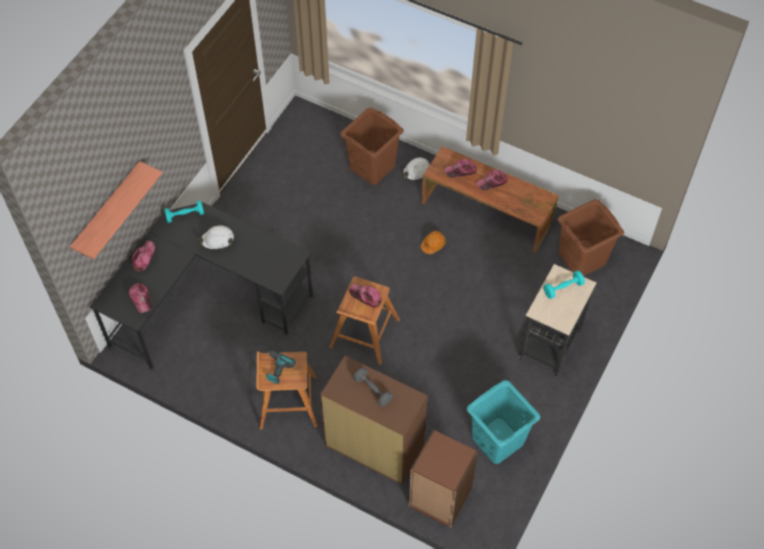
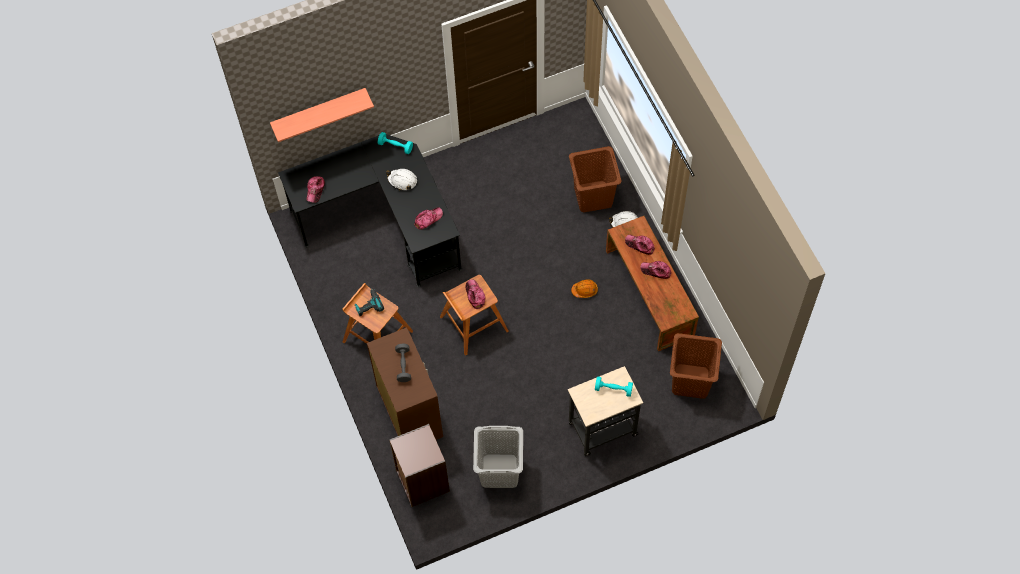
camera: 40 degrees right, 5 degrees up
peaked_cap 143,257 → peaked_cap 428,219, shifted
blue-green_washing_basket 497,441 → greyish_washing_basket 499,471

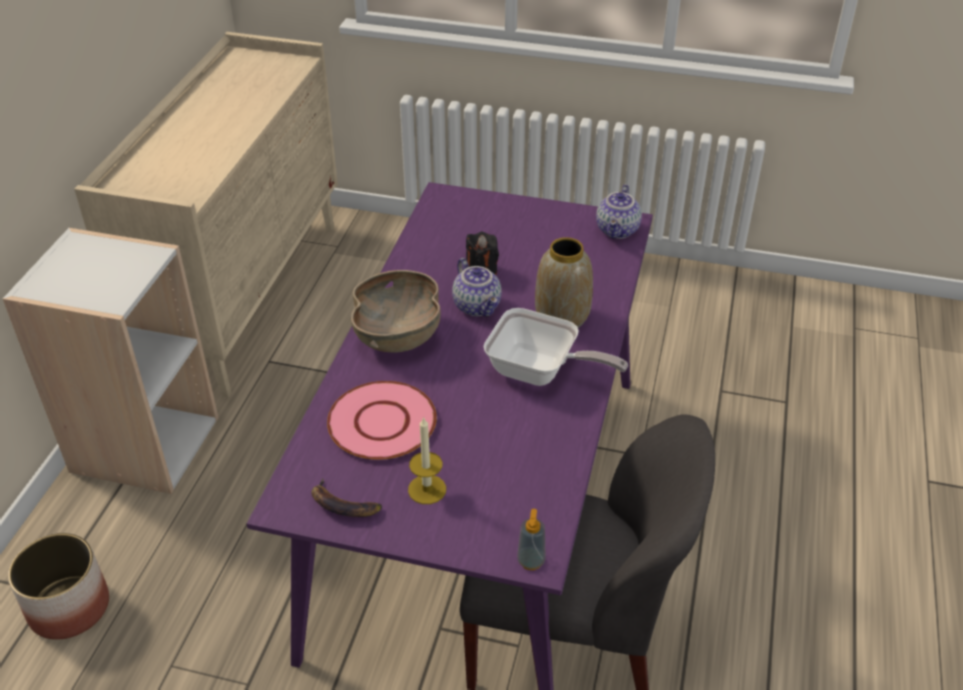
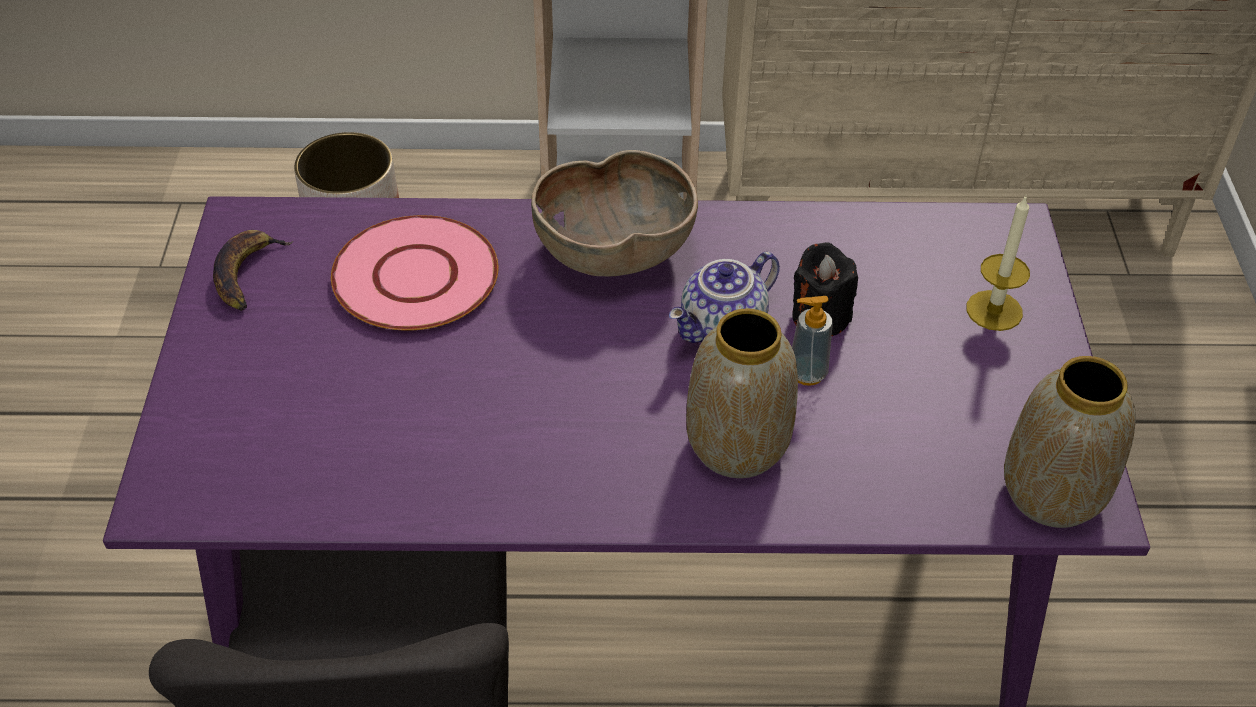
camera: 75 degrees right, 5 degrees up
frying_pan 540,372 → -
wax_candle 427,489 → wax_candle 994,310, shifted
soap_dispenser 531,561 → soap_dispenser 807,373, shifted
tea_pot 618,230 → flower_vase 1053,495

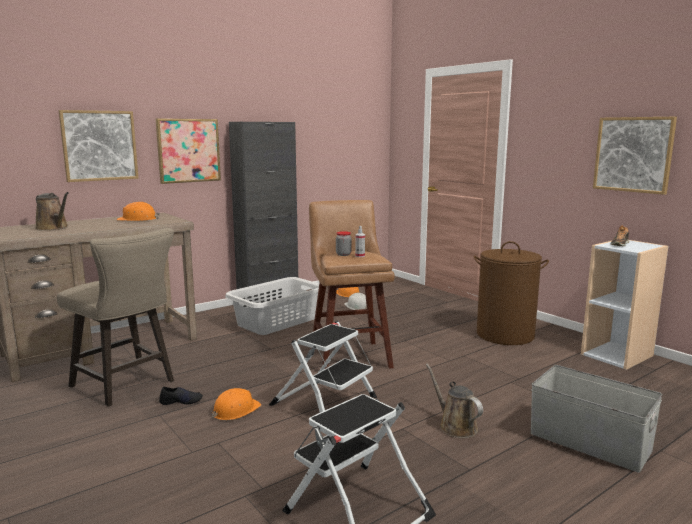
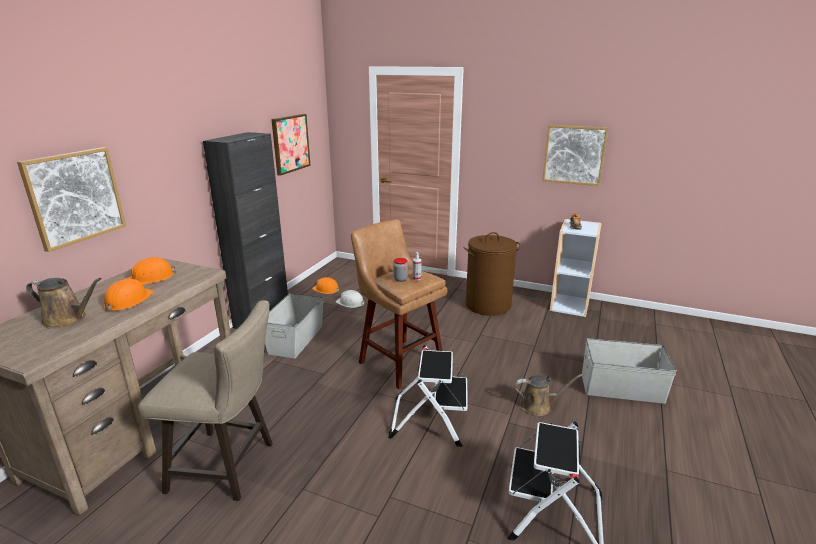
camera: 30 degrees left, 10 degrees up
black_shoe 181,401 → -
wall_picture 188,150 → wall_picture 290,143, shifted
orange_safety_helmet 235,410 → orange_safety_helmet 128,301, shifted
greyish_washing_basket 276,321 → greyish_storage_box 295,339
brown-coloured_watering_can 455,426 → brown-coloured_watering_can 538,406, 150 degrees clockwise

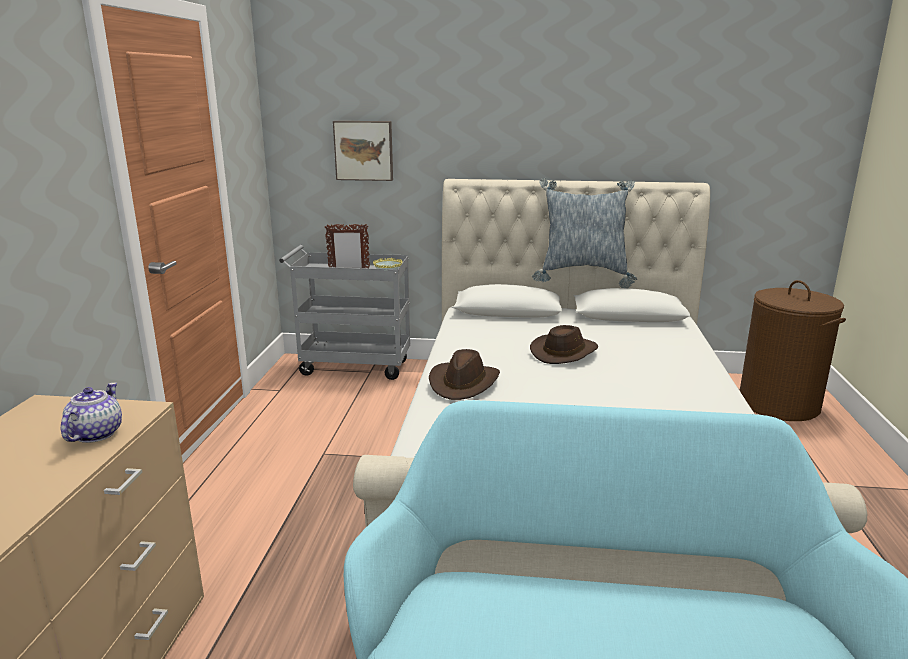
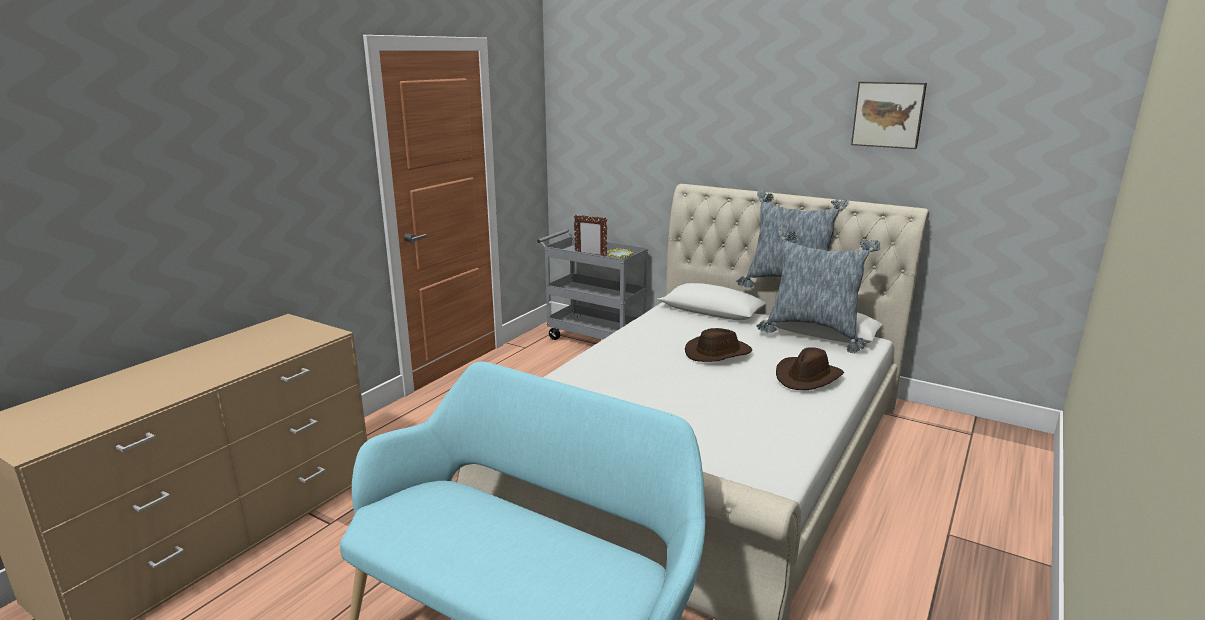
camera: 25 degrees right, 0 degrees up
tea_pot 95,434 → -
brown-coloured_washing_basket 779,404 → -
- → cushion 812,338
wall_picture 364,150 → wall_picture 888,114, shifted
brown-coloured_wearable_hat 464,383 → brown-coloured_wearable_hat 808,377, shifted

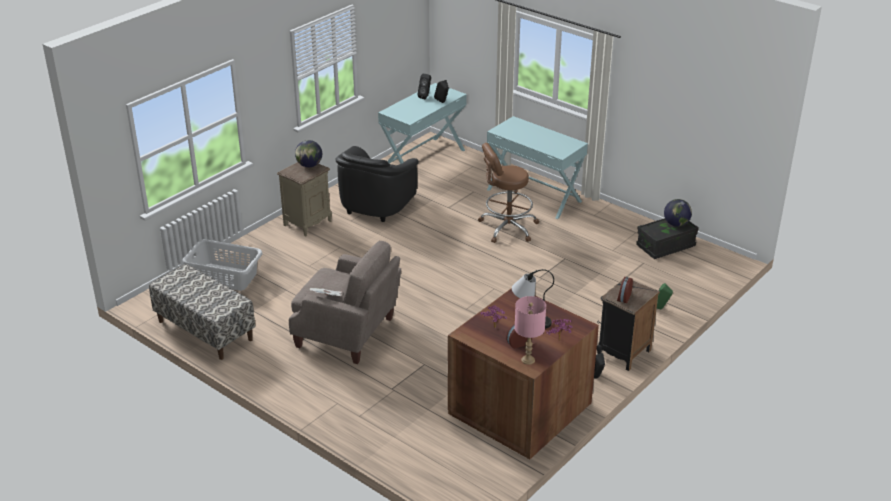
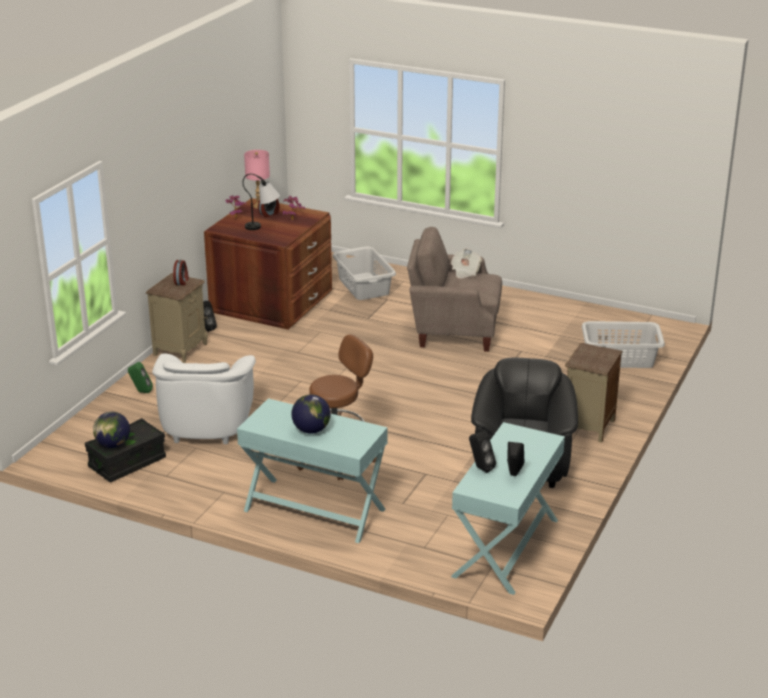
camera: 165 degrees right, 5 degrees down
indoor_bench 205,330 → -
- → white-coloured_armchair 206,424
- → greyish_washing_basket 364,286
world_globe 309,165 → world_globe 311,430, shifted
black_bedside_table 623,352 → sand-coloured_bedside_table 181,349

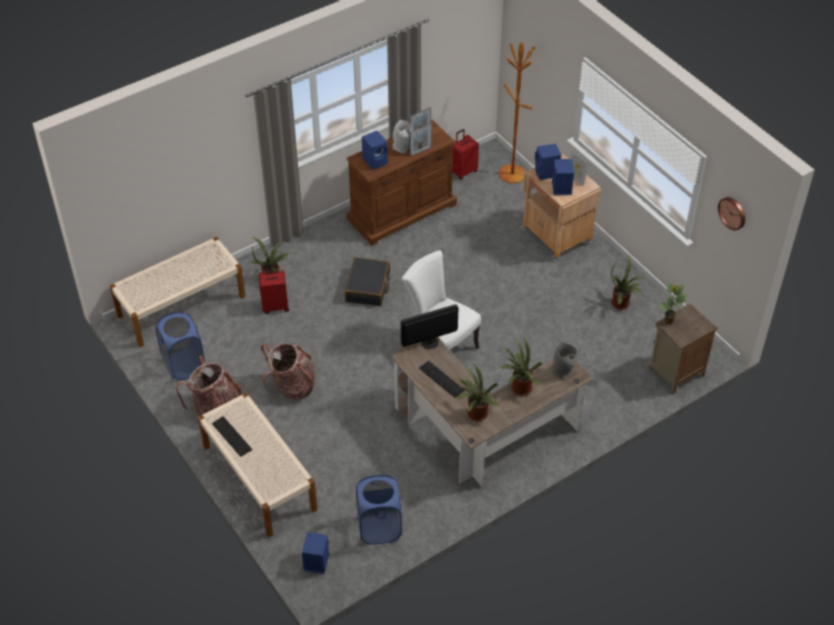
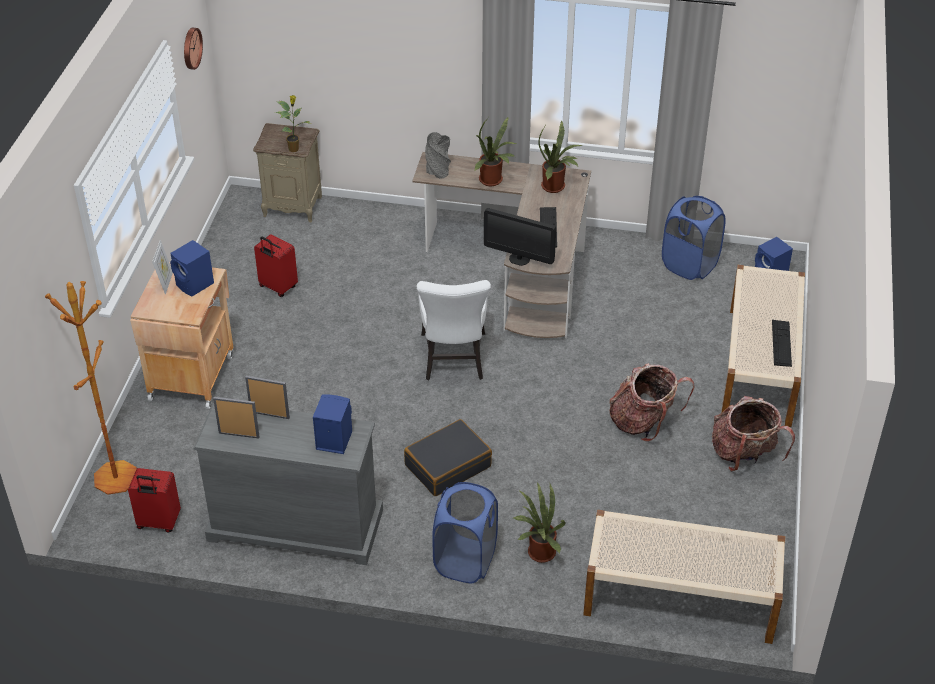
camera: 135 degrees left, 5 degrees down
greyish_flower_vase 402,147 → -
blue-coloured_speaker 546,173 → -
potted_plant 622,304 → -
blue-coloured_washing_basket 184,365 → blue-coloured_washing_basket 465,560, shifted
red_suitcase 275,306 → red_suitcase 277,287, shifted
brown-coloured_dresser 402,211 → greyish_dresser 294,526

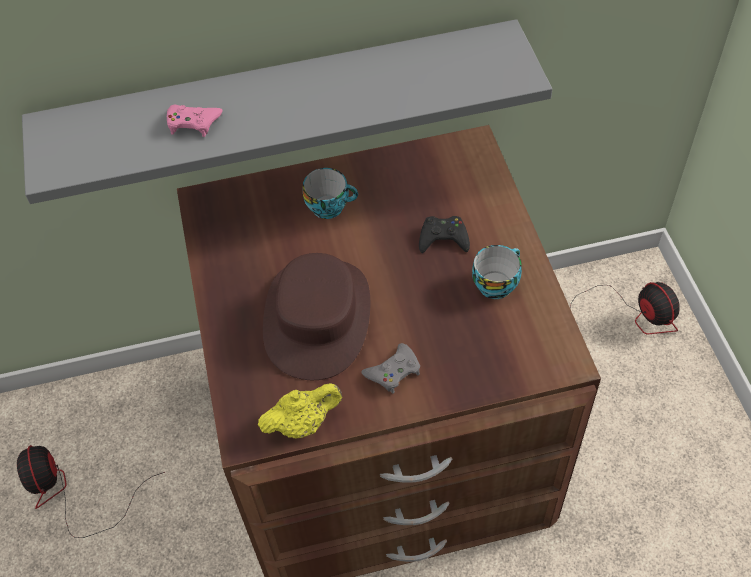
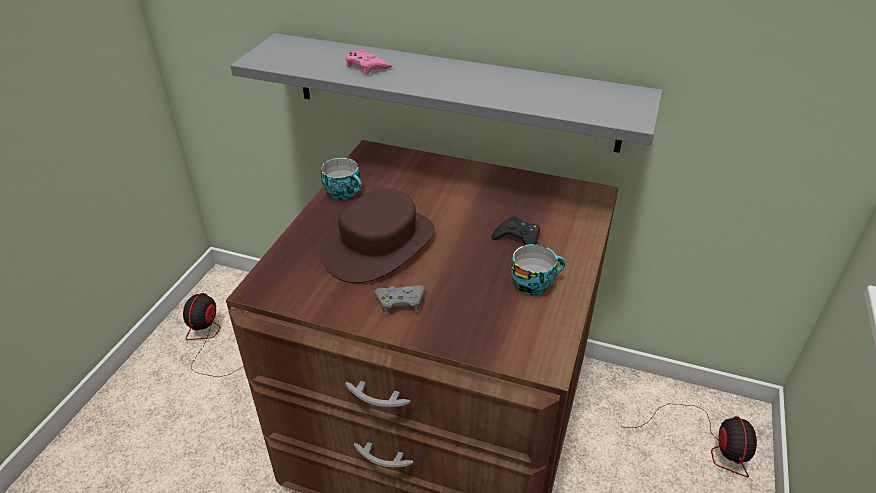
camera: 30 degrees right, 15 degrees down
yellowish_tea_pot 303,423 → -
cup 330,206 → cup 344,192, shifted

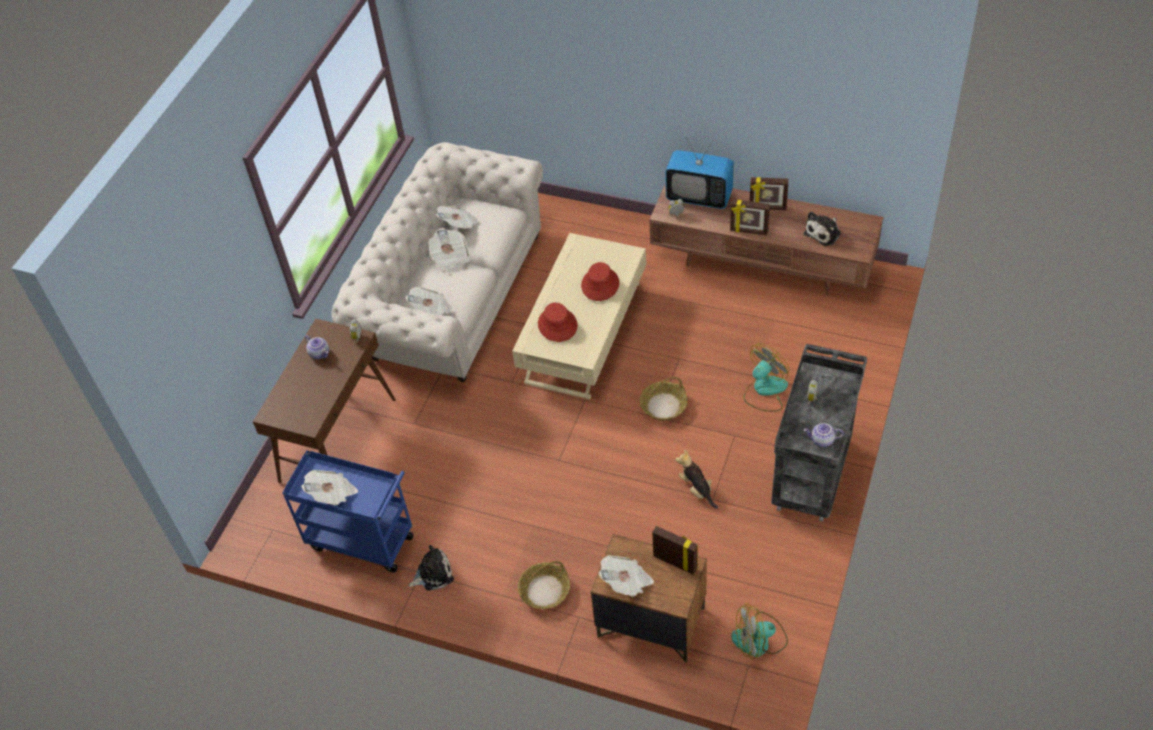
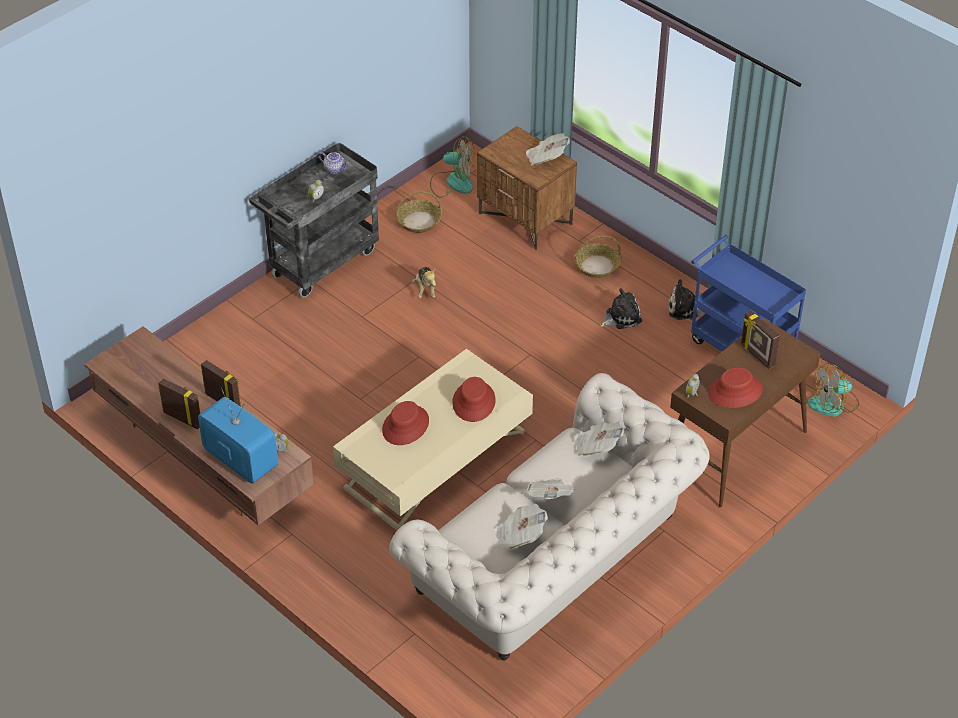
camera: 160 degrees left, 5 degrees down
daily_paper 332,494 → -
storage_basket 663,406 → storage_basket 419,221, shifted
standing_frame 675,562 → standing_frame 757,355, shifted
electric_fan 764,391 → electric_fan 833,404, shifted
soft_toy 824,233 → soft_toy 621,317, shifted
tea_pot 320,353 → red_wearable_hat 735,392

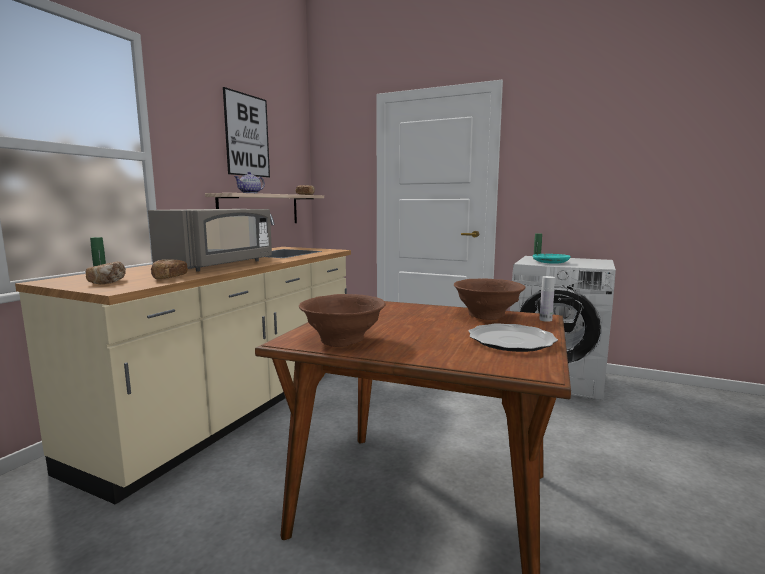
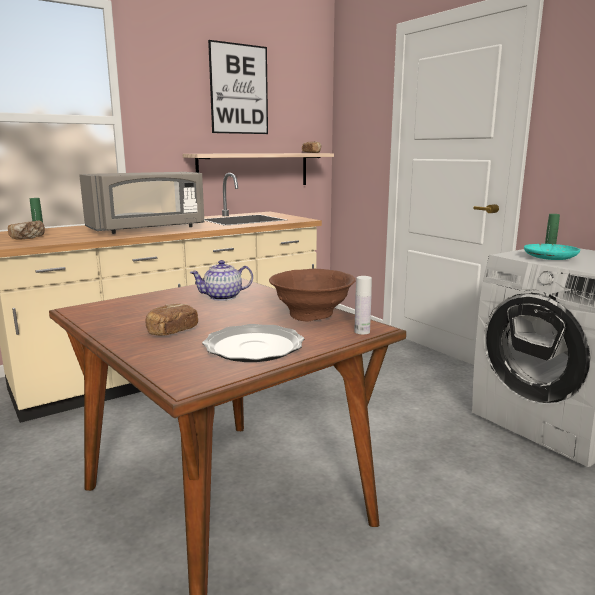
camera: 30 degrees right, 5 degrees up
brown-coloured_bowl 343,340 → -
baked_bread 169,278 → baked_bread 172,331, shifted
tea_pot 250,193 → tea_pot 223,297, shifted

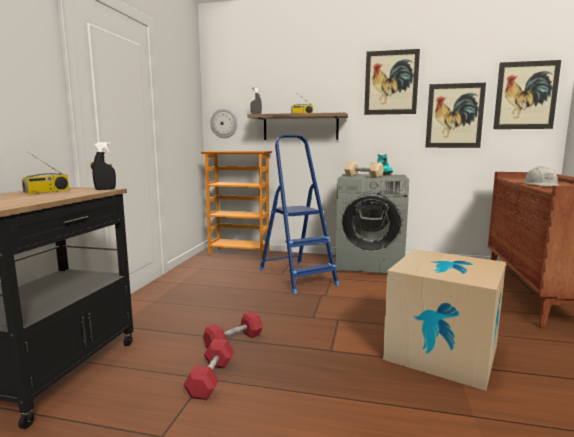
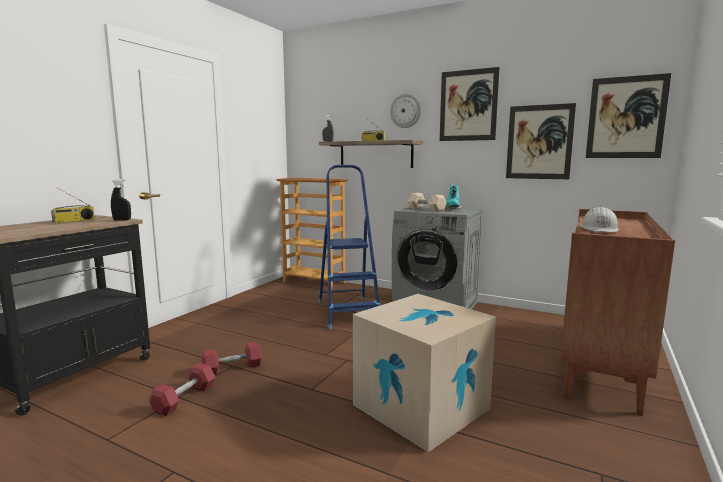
camera: 15 degrees right, 0 degrees up
wall_clock 224,123 → wall_clock 405,111, shifted

